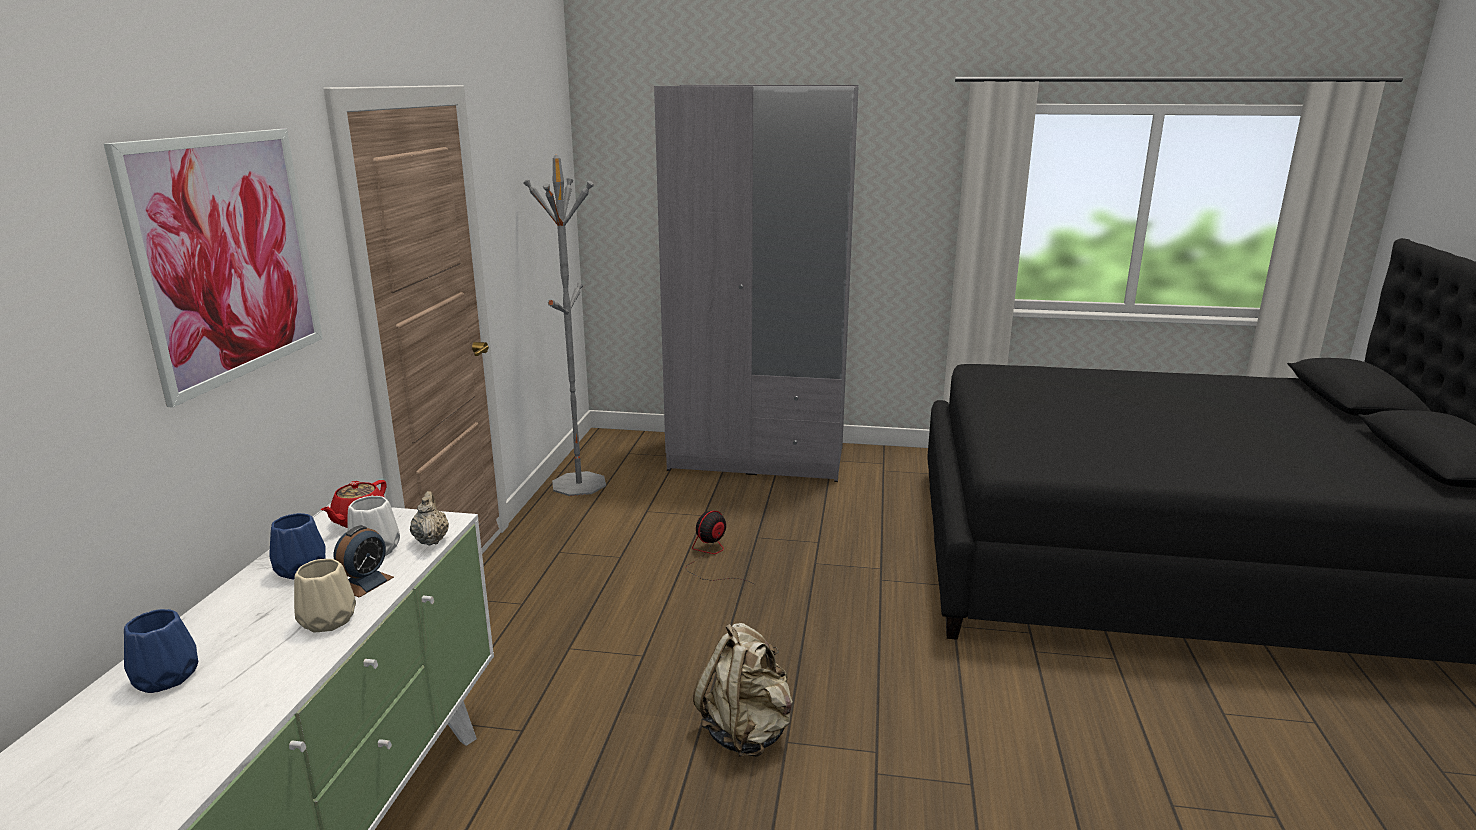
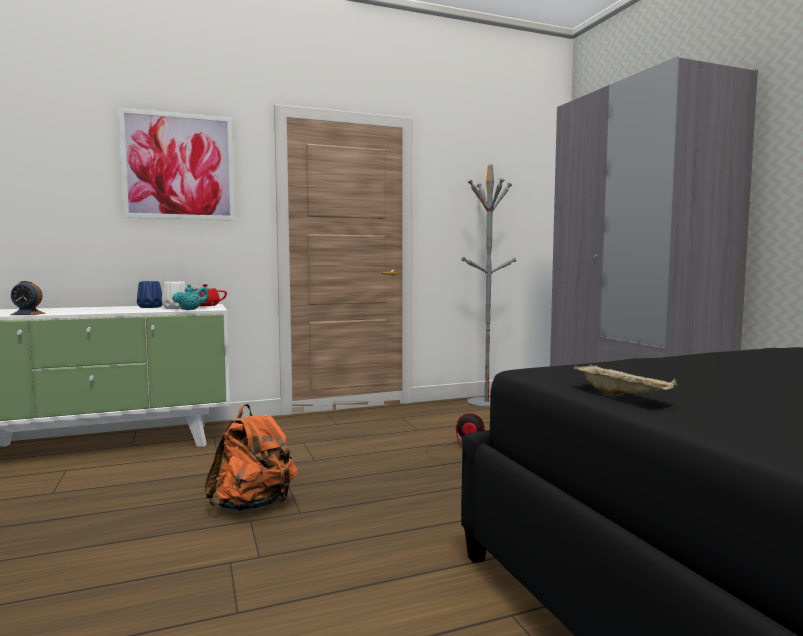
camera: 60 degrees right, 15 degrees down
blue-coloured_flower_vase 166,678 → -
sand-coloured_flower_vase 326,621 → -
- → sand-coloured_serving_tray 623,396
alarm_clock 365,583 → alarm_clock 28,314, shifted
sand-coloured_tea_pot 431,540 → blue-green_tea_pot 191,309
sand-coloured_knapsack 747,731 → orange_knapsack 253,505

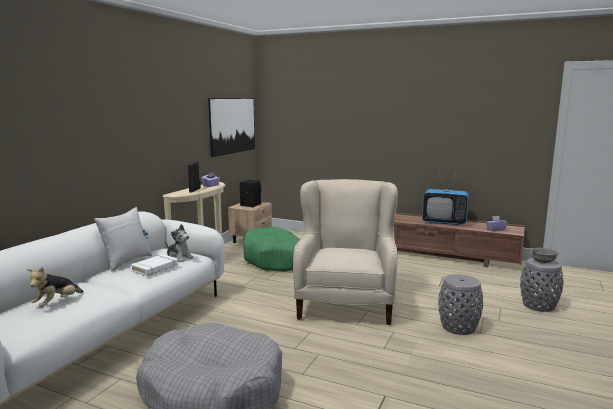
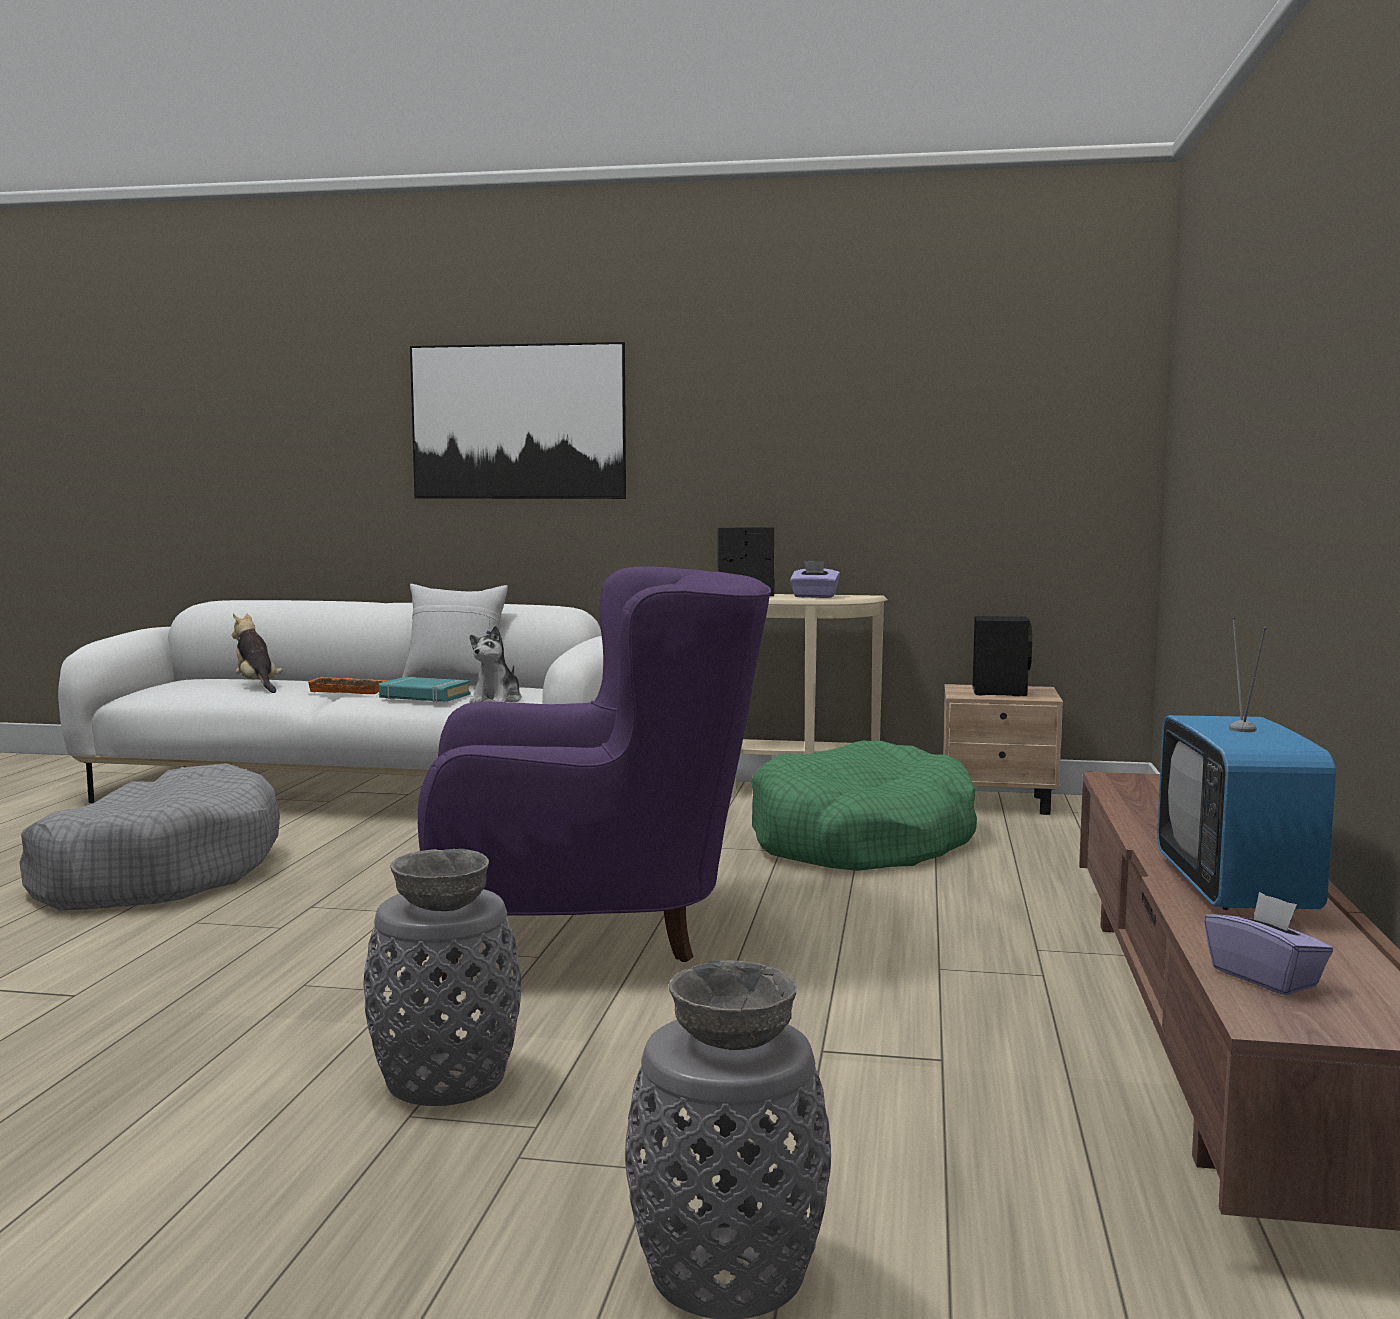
camera: 75 degrees right, 5 degrees down
- → orange_serving_tray 350,690
- → greyish_bowl 441,906
wall_picture 232,125 → wall_picture 518,422, shifted
white-coloured_bound_book 155,268 → blue-green_bound_book 424,696
sand-coloured_armchair 346,301 → purple-coloured_armchair 595,930
soft_toy 57,303 → soft_toy 257,686, 45 degrees clockwise

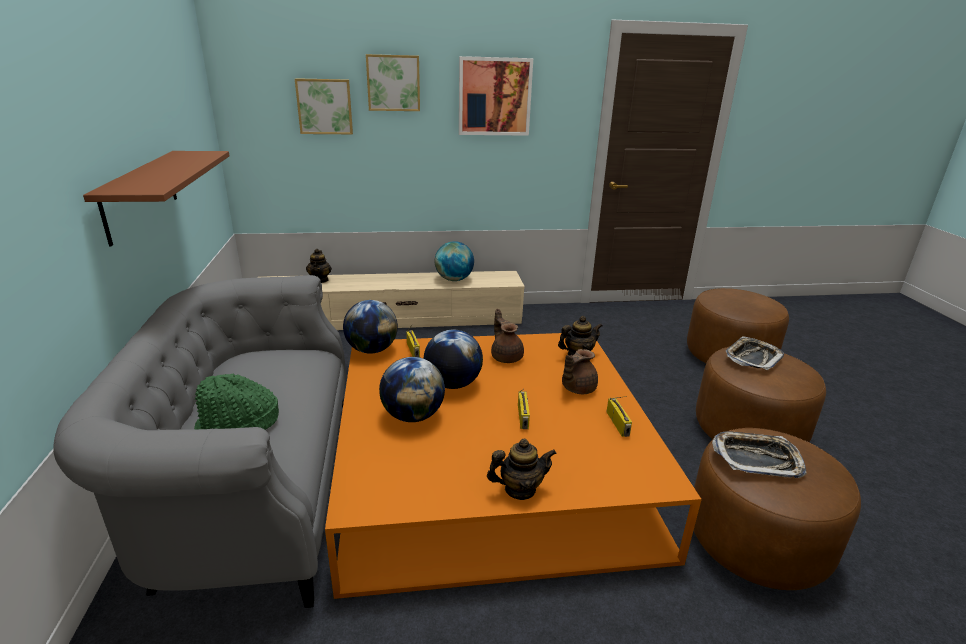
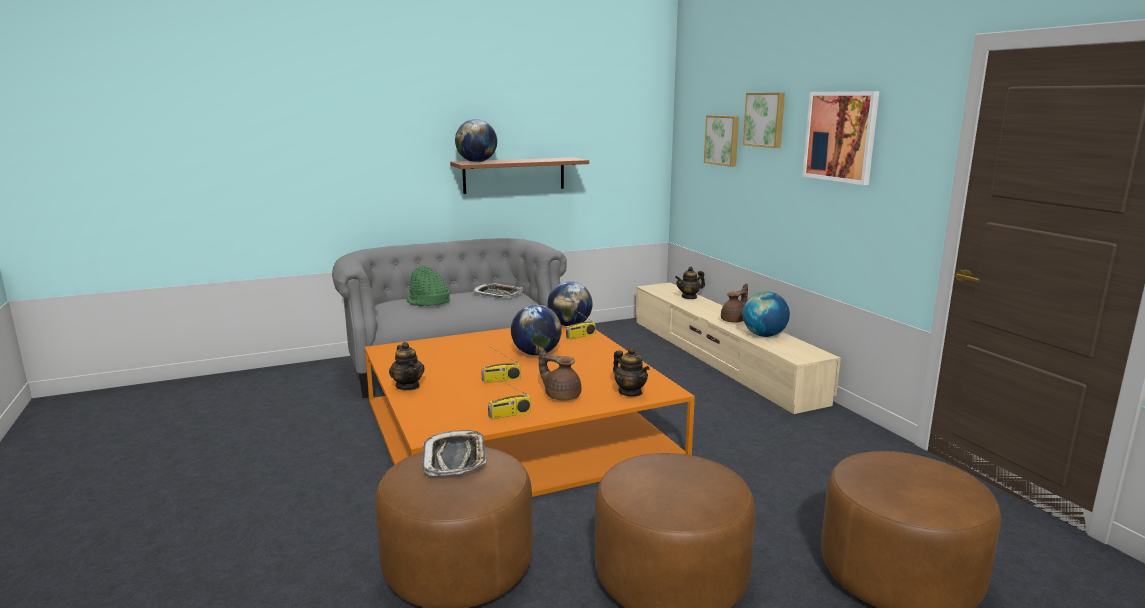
camera: 75 degrees right, 10 degrees down
world_globe 413,416 → world_globe 477,162, shifted
brown-coloured_tea_pot 506,356 → brown-coloured_tea_pot 734,320, shifted
serving_tray 752,357 → serving_tray 498,294, shifted

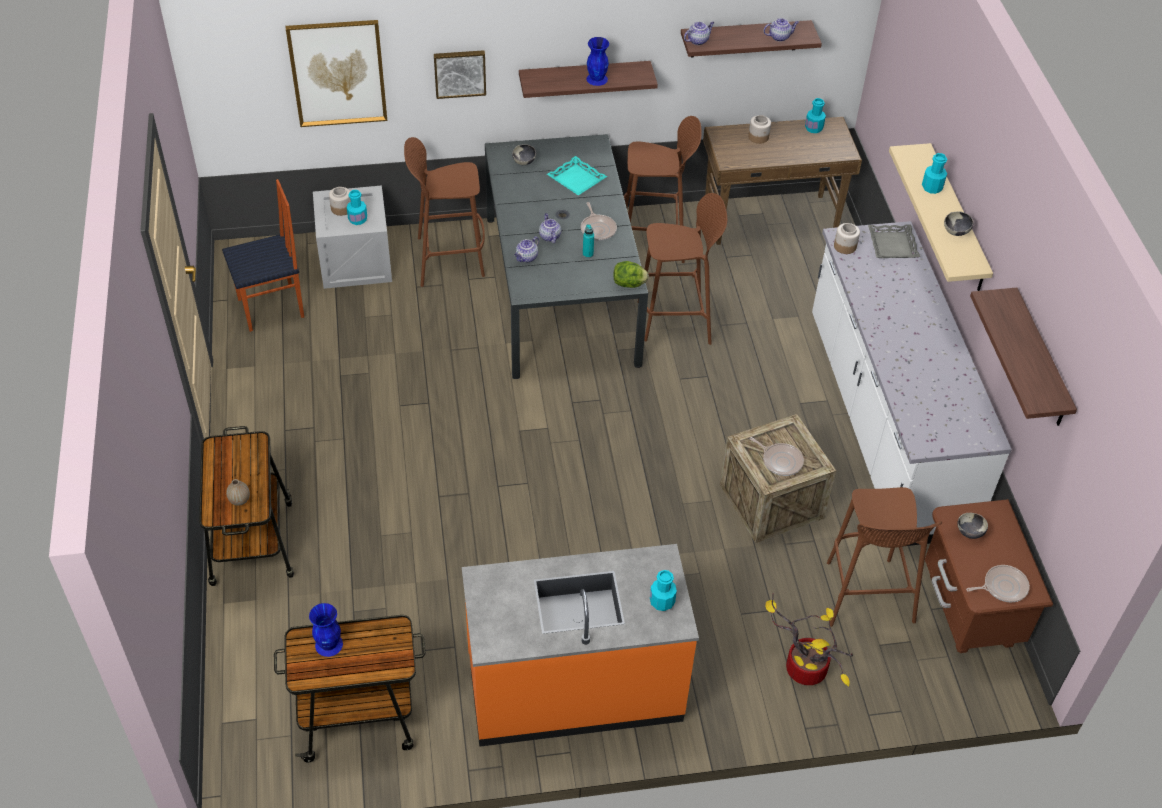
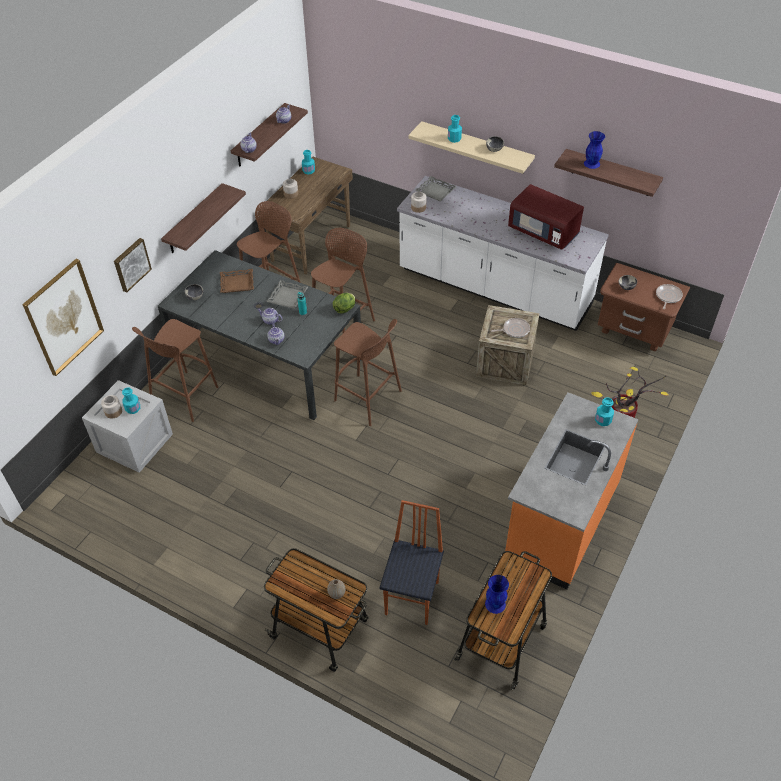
camera: 50 degrees left, 0 degrees up
- → red_microwave_oven 543,232
upright_chair 272,309 → upright_chair 413,597, shifted
blue-coloured_flower_vase 597,79 → blue-coloured_flower_vase 592,163, shifted
brown-coloured_sitting_stool 865,595 → brown-coloured_sitting_stool 367,398, shifted
frying_pan 598,229 → greyish_serving_tray 287,297
blue-green_serving_tray 576,180 → brown-coloured_serving_tray 237,284

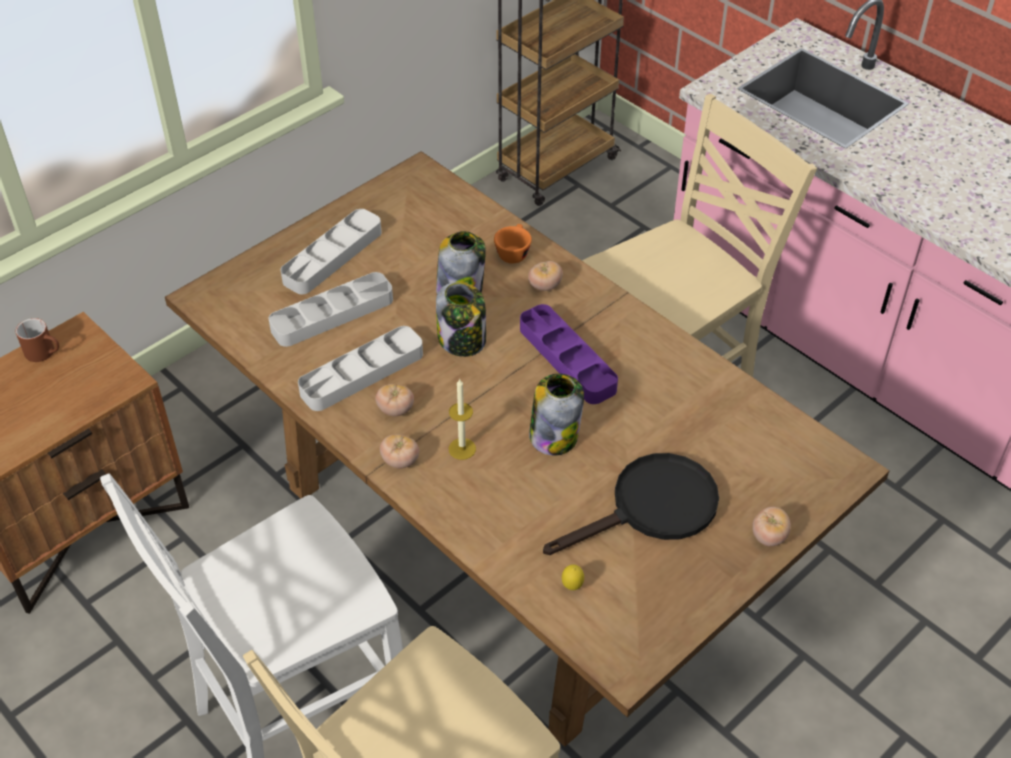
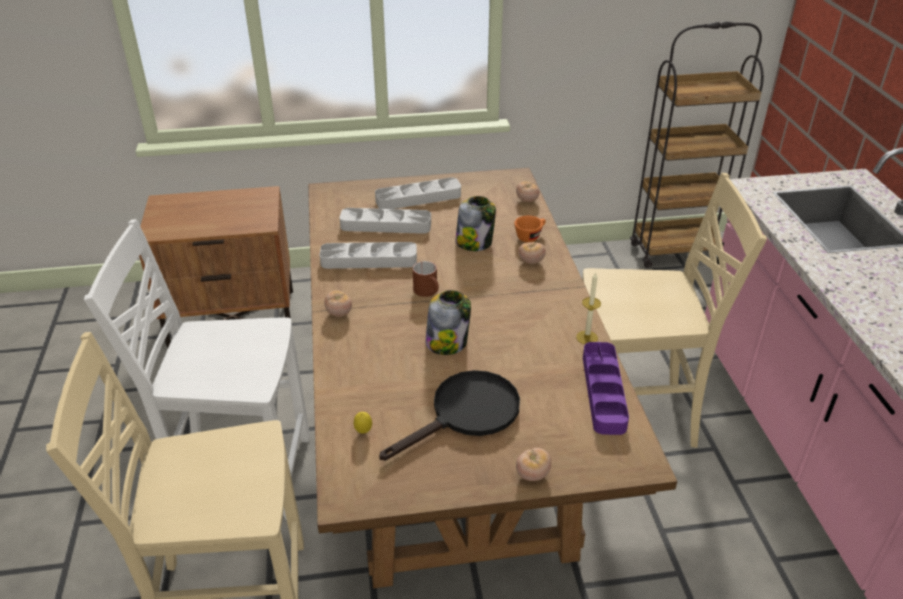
camera: 35 degrees right, 10 degrees down
preserve_jar 462,340 → -
brown-coloured_tea_mug 45,352 → brown-coloured_tea_mug 428,292, shifted
tomato 395,410 → tomato 527,200, shifted
wax_candle 462,449 → wax_candle 587,337, shifted
purple-coloured_serving_tray 567,359 → purple-coloured_serving_tray 603,391, shifted
black_frying_pan 651,508 → black_frying_pan 466,414, 45 degrees counterclockwise

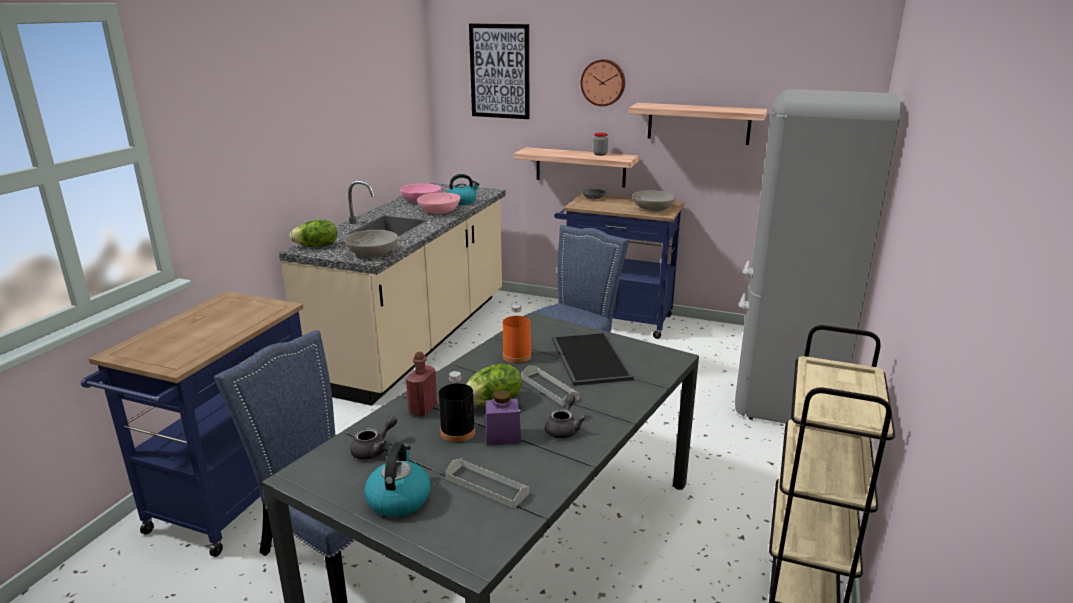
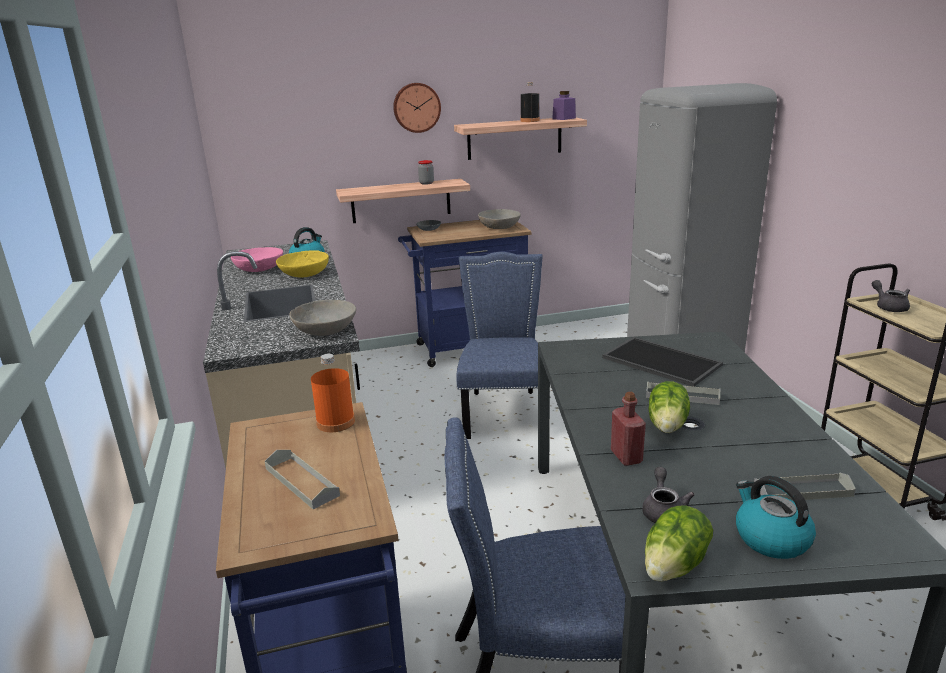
camera: 35 degrees left, 0 degrees up
wall_picture 500,71 → -
- → greyish_serving_tray 301,482
head_of_lettuce 317,246 → head_of_lettuce 676,565, shifted
black_bottle 457,432 → black_bottle 530,121, shifted
purple-coloured_preserve_jar 503,436 → purple-coloured_preserve_jar 564,118, shifted
orange_bottle 516,356 → orange_bottle 335,422, shifted
greyish_tea_pot 564,428 → greyish_tea_pot 889,307, shifted
pinkish_bowl 439,211 → yellowish_bowl 304,274

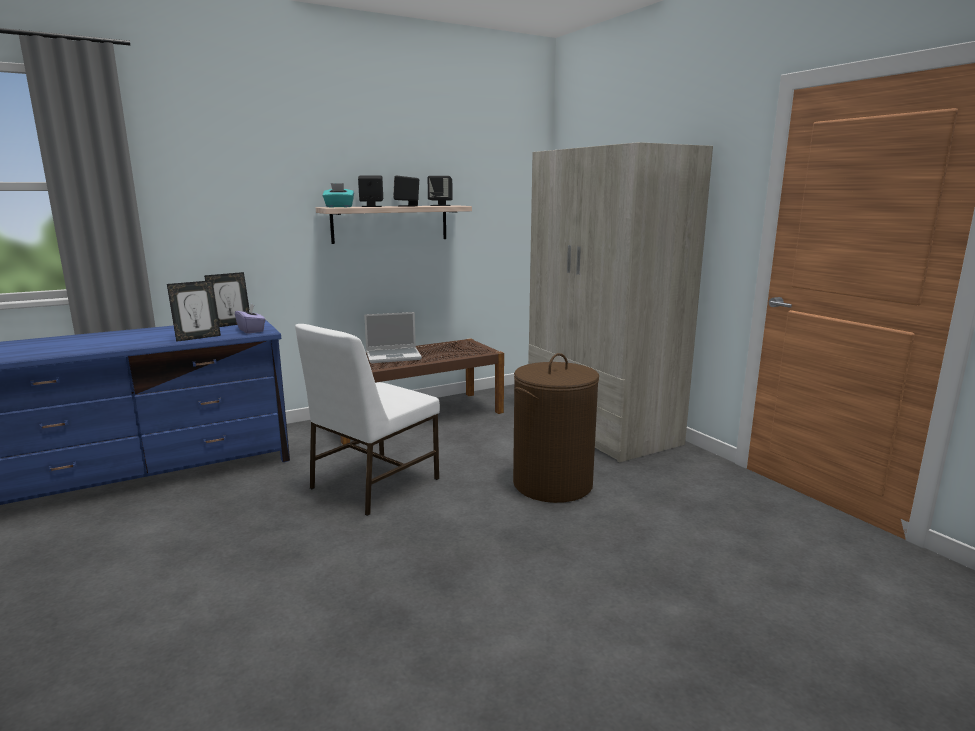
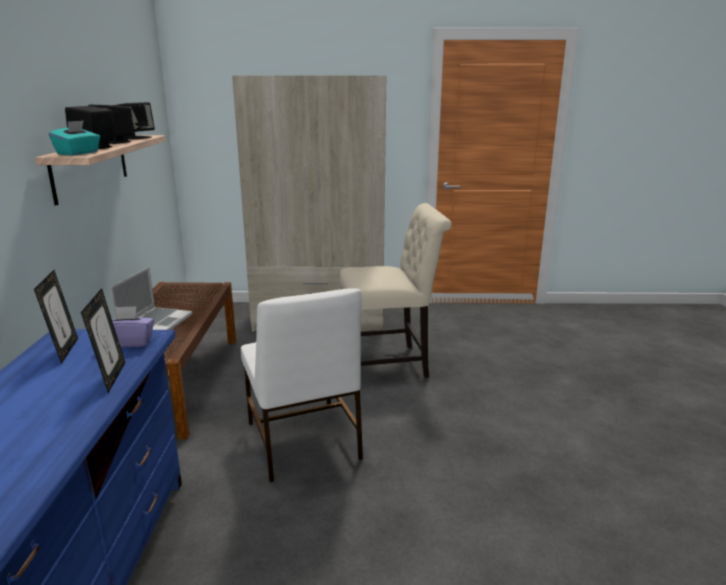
camera: 60 degrees left, 5 degrees up
brown-coloured_washing_basket 552,484 → sand-coloured_upright_chair 390,364

